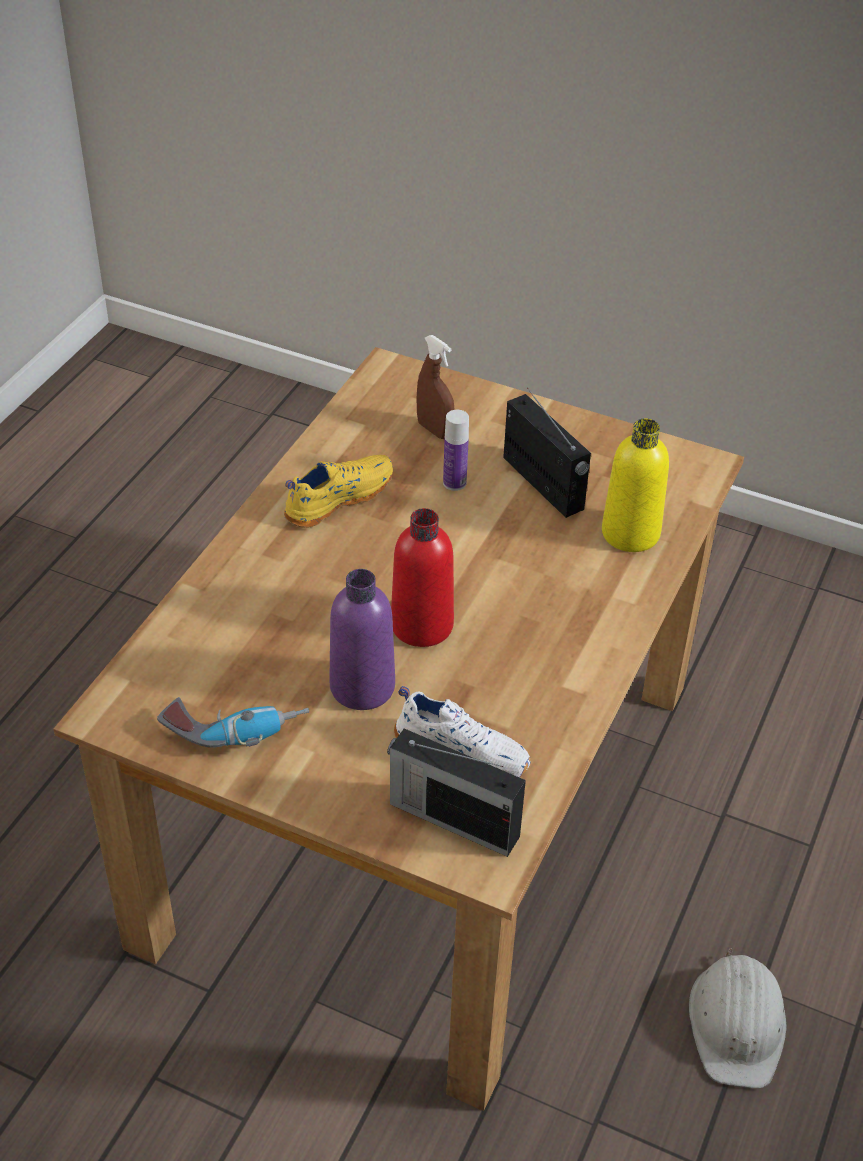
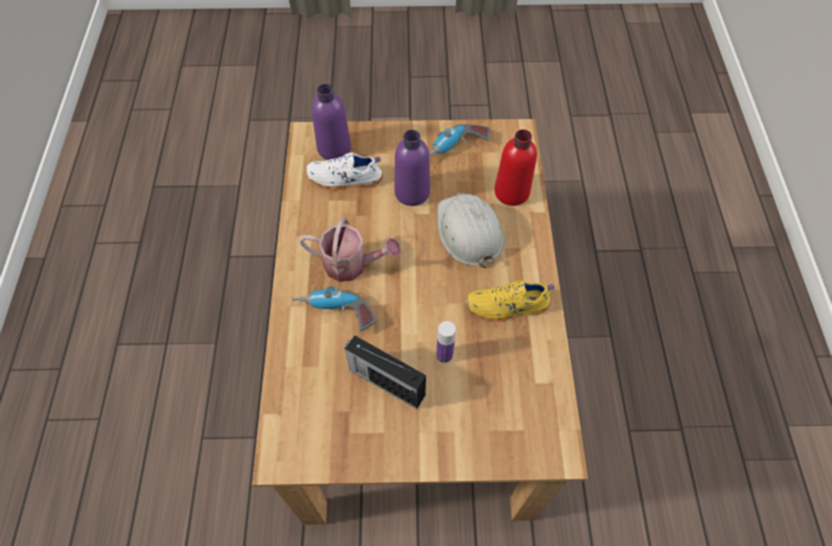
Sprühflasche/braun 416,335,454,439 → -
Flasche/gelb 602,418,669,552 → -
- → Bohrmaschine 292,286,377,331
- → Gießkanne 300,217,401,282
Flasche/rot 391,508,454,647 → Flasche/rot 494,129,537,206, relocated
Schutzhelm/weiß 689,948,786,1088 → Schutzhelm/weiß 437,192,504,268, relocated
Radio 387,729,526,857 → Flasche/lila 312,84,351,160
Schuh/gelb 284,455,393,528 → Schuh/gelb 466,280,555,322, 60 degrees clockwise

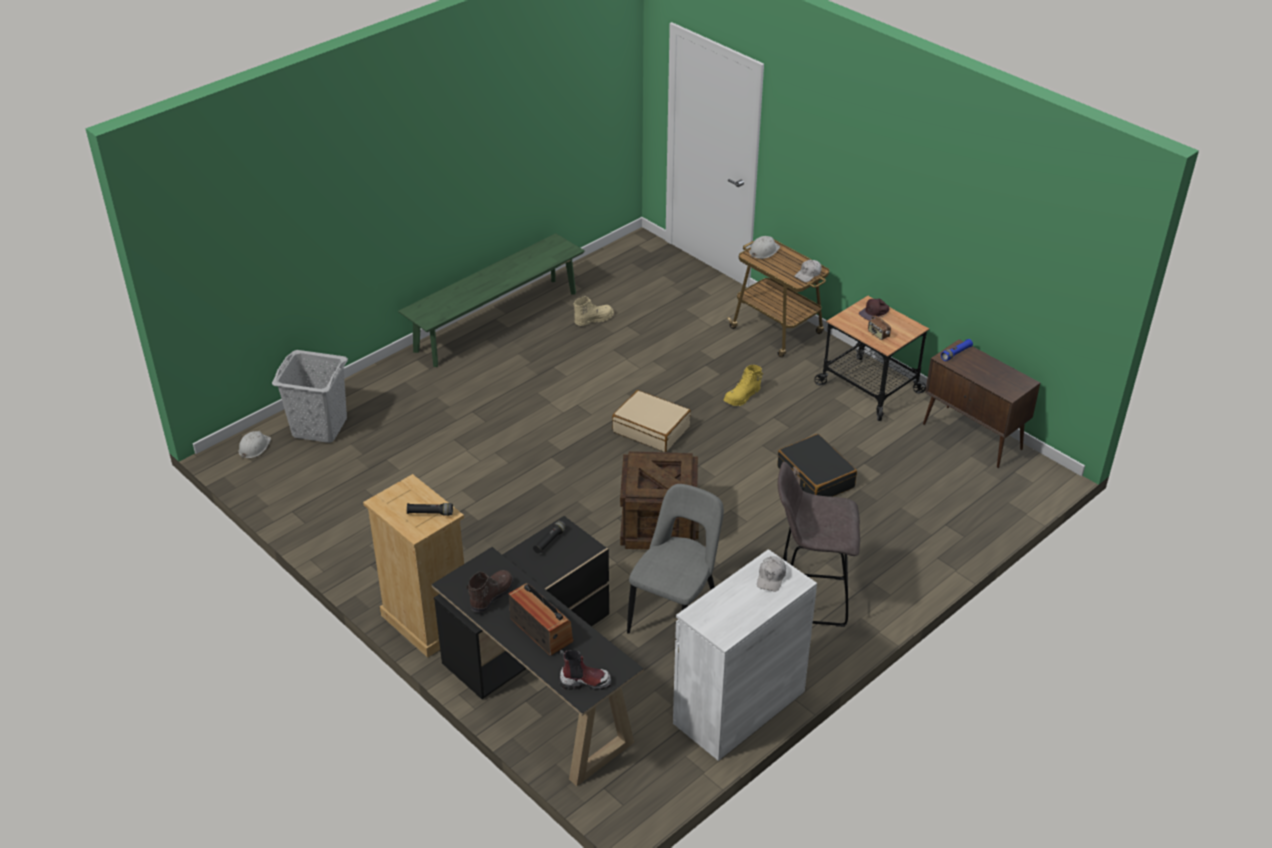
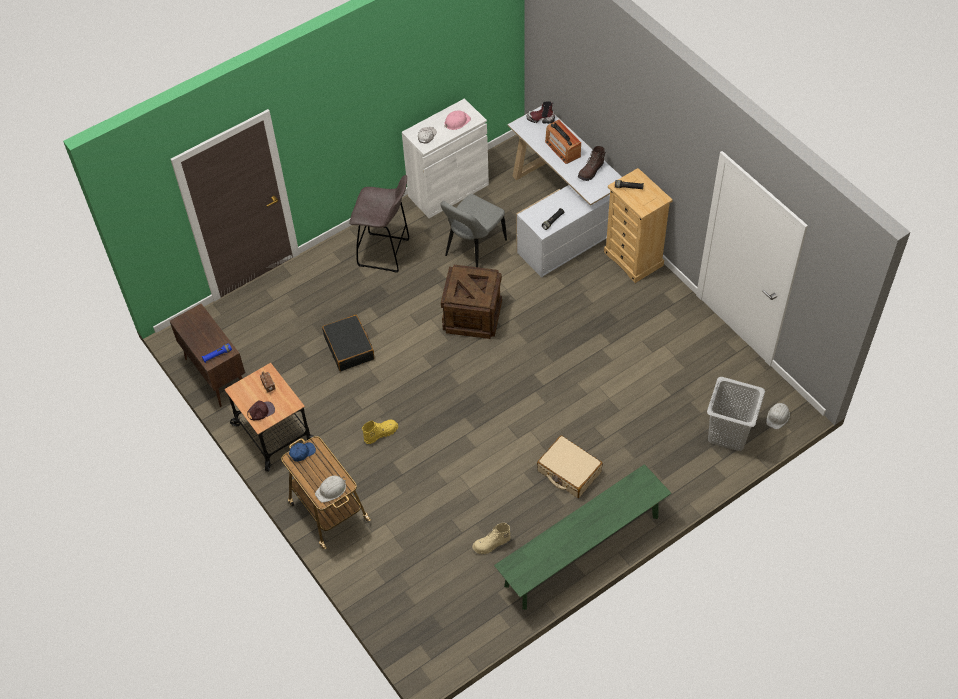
- → Schutzhelm/rosa 445,110,471,130
Koffer/beige 612,390,691,452 → Koffer/beige 537,435,603,498, relocated
Schreibtisch/schwarz 432,516,644,786 → Schreibtisch/weiß 508,106,622,278
Kappe/weiß 794,260,822,282 → Kappe/blau 289,442,316,462

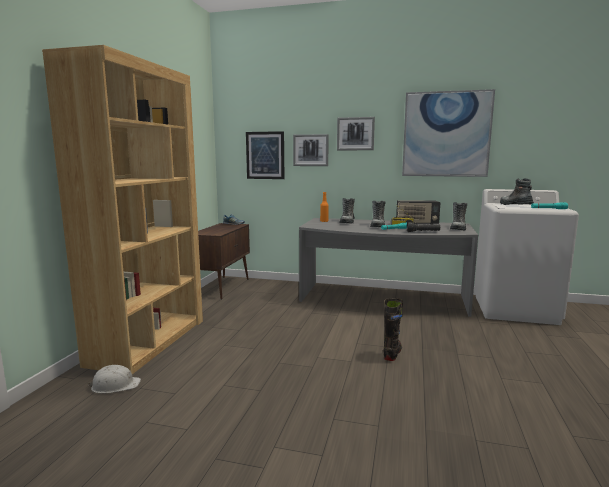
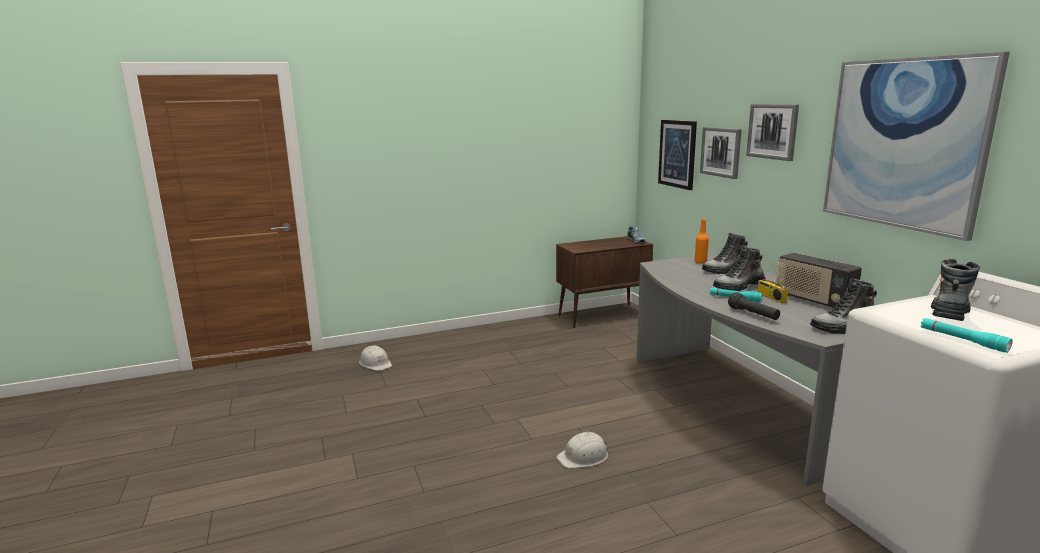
Bücherregal/braun 42,45,203,374 → -
Stiefel/schwarz 383,298,403,361 → Schutzhelm/weiß 556,432,608,468

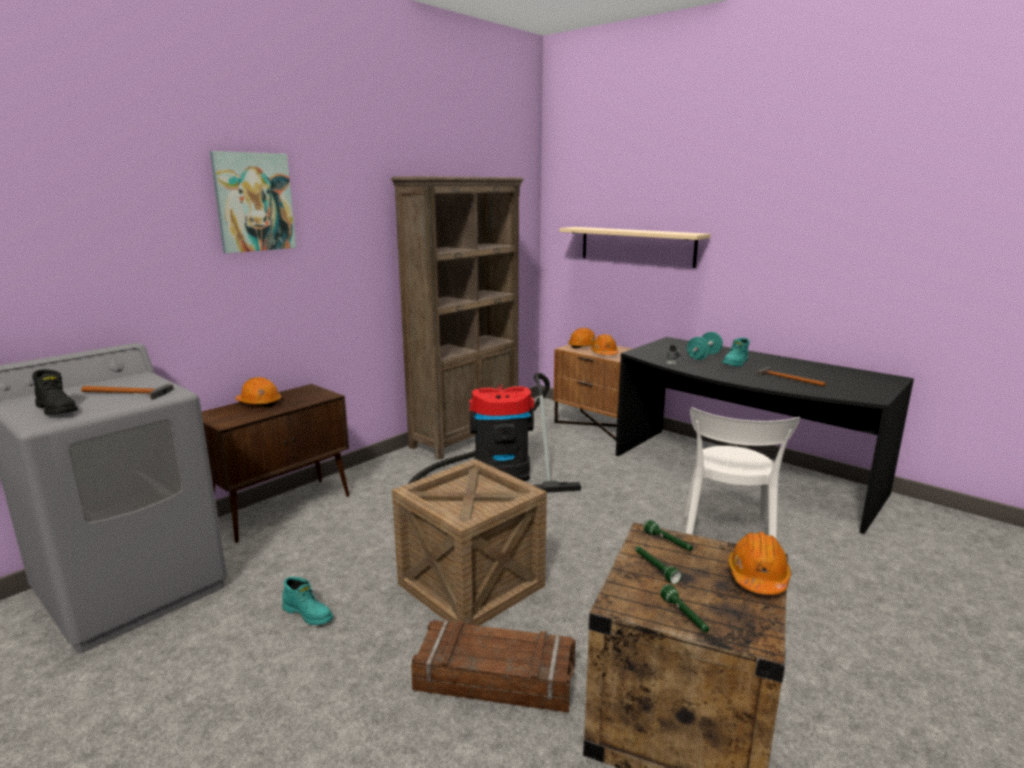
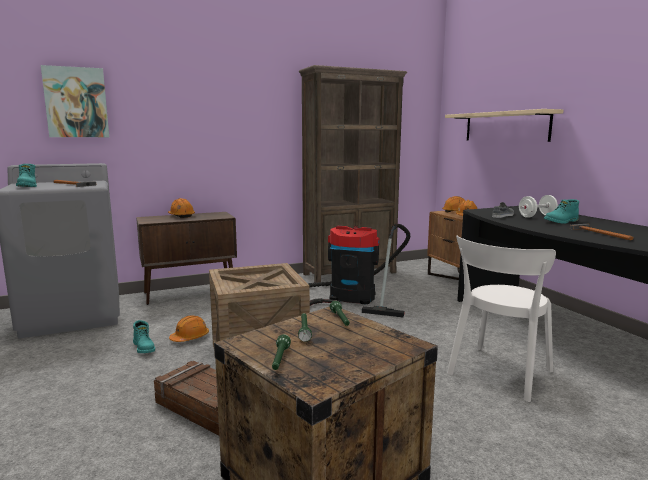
Bild 210,151,296,253 → Bild 41,65,109,137, relocated
Schutzhelm/orange 728,532,791,595 → Schutzhelm/orange 169,315,209,342, relocated
Stiefel/schwarz 32,369,78,415 → Stiefel/türkis 16,164,37,187
Hantel/türkis 687,332,723,360 → Hantel/weiß 519,195,558,218

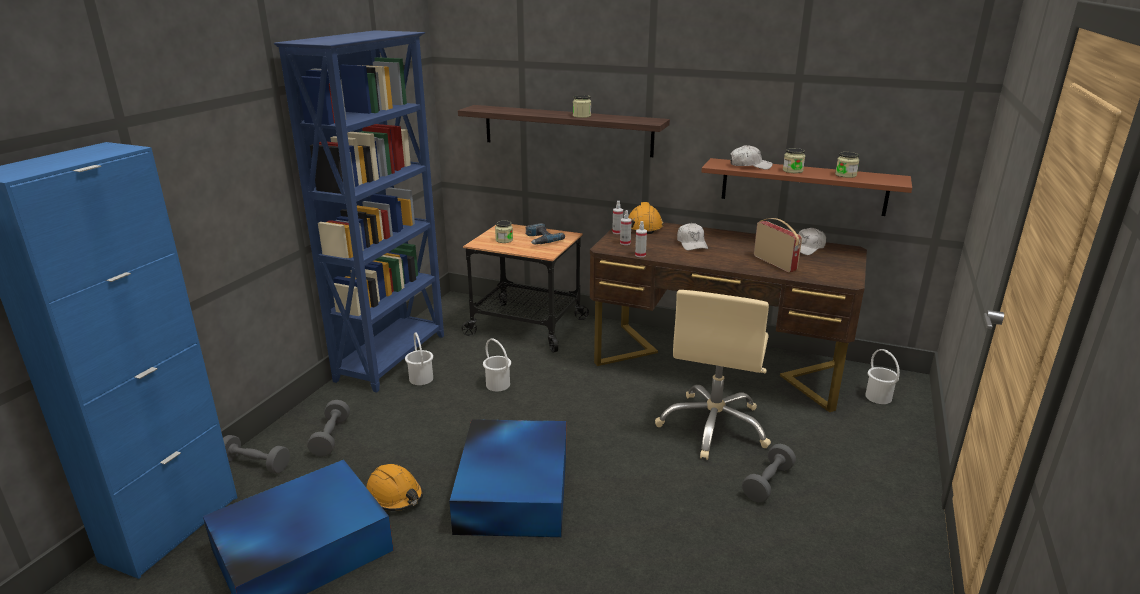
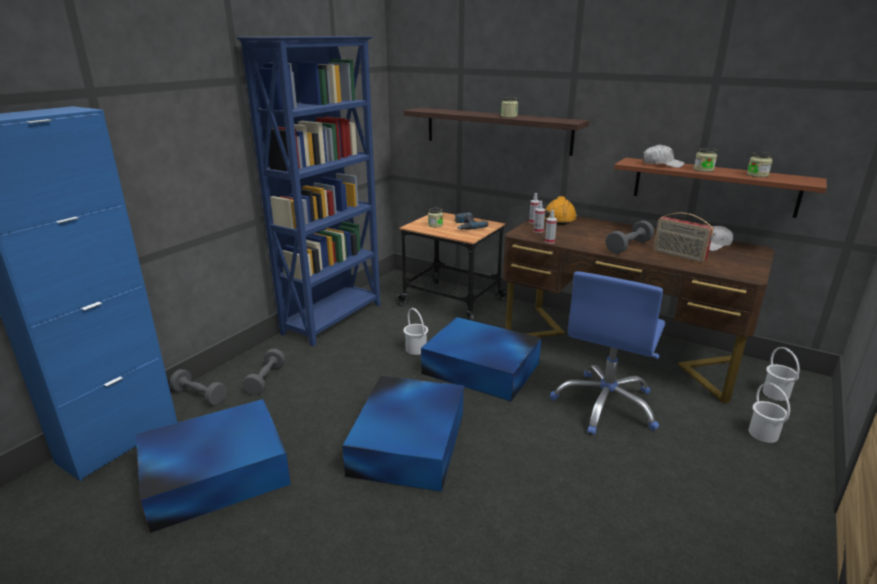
Schutzhelm/orange 366,464,423,511 → -
Kappe/weiß 677,223,708,250 → -
- → Aufbewahrungsbox/blau 421,317,541,401
Eimer/weiß 405,332,433,385 → Eimer/weiß 749,383,790,443, relocated
Hantel/grau 742,444,796,503 → Hantel/grau 606,221,654,254, relocated
Bürostuhl/beige 655,290,771,460 → Bürostuhl/blau 550,271,665,435
Radio 754,218,802,272 → Radio 653,213,714,263, 150 degrees clockwise

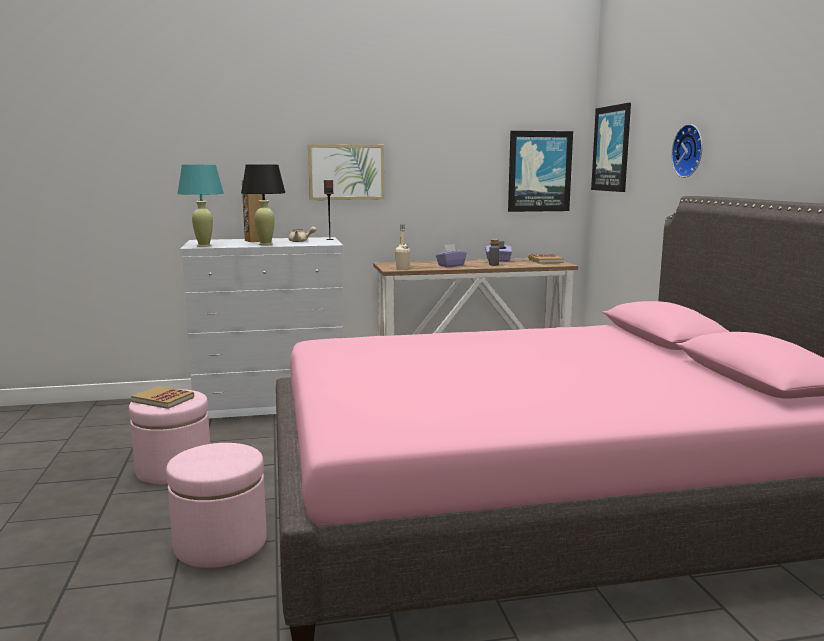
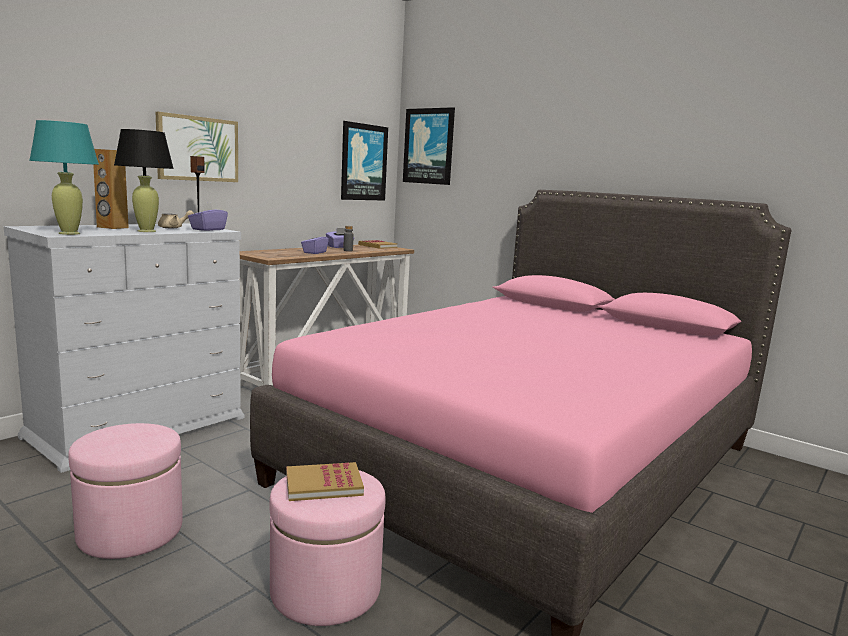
Flasche/beige 395,225,410,270 → -
Wanduhr 671,124,702,178 → -
- → Taschentuchbox/lila 188,203,228,231
Buch 131,386,194,409 → Buch 286,462,364,501, relocated

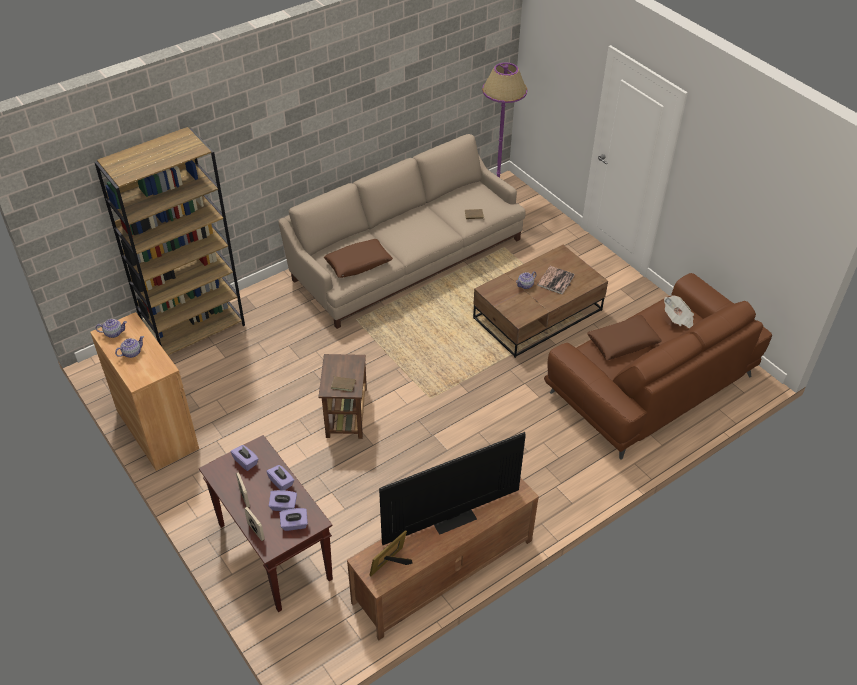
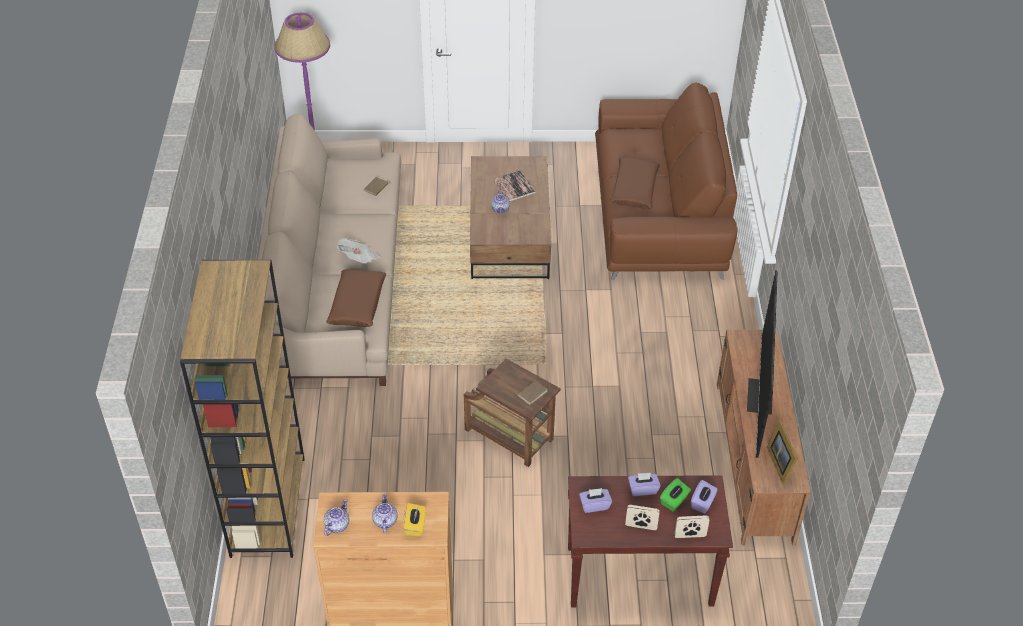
- → Taschentuchbox/gelb 403,503,426,536
Zeitung 664,295,694,328 → Zeitung 336,238,380,264, relocated
Taschentuchbox/lila 269,490,297,511 → Taschentuchbox/grün 660,478,691,511

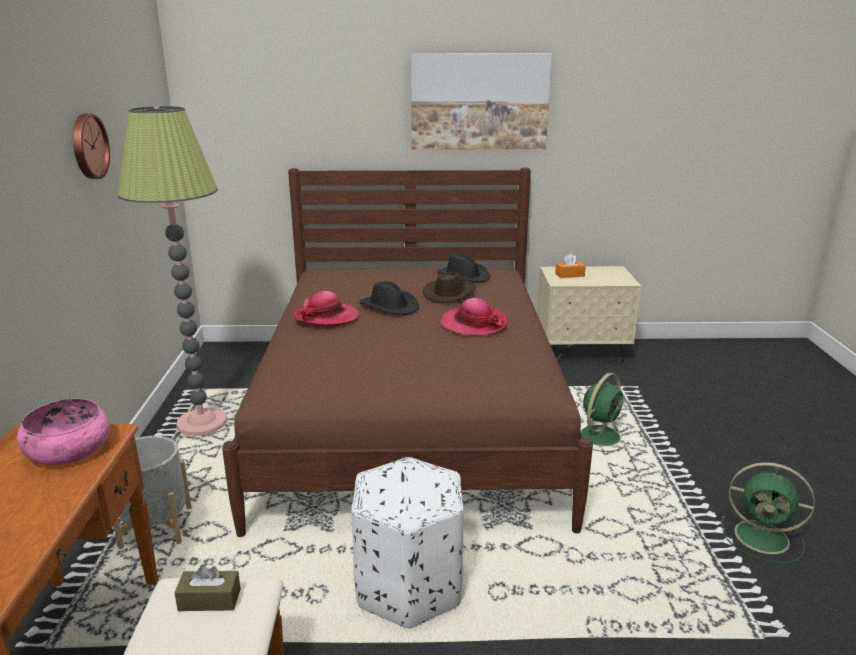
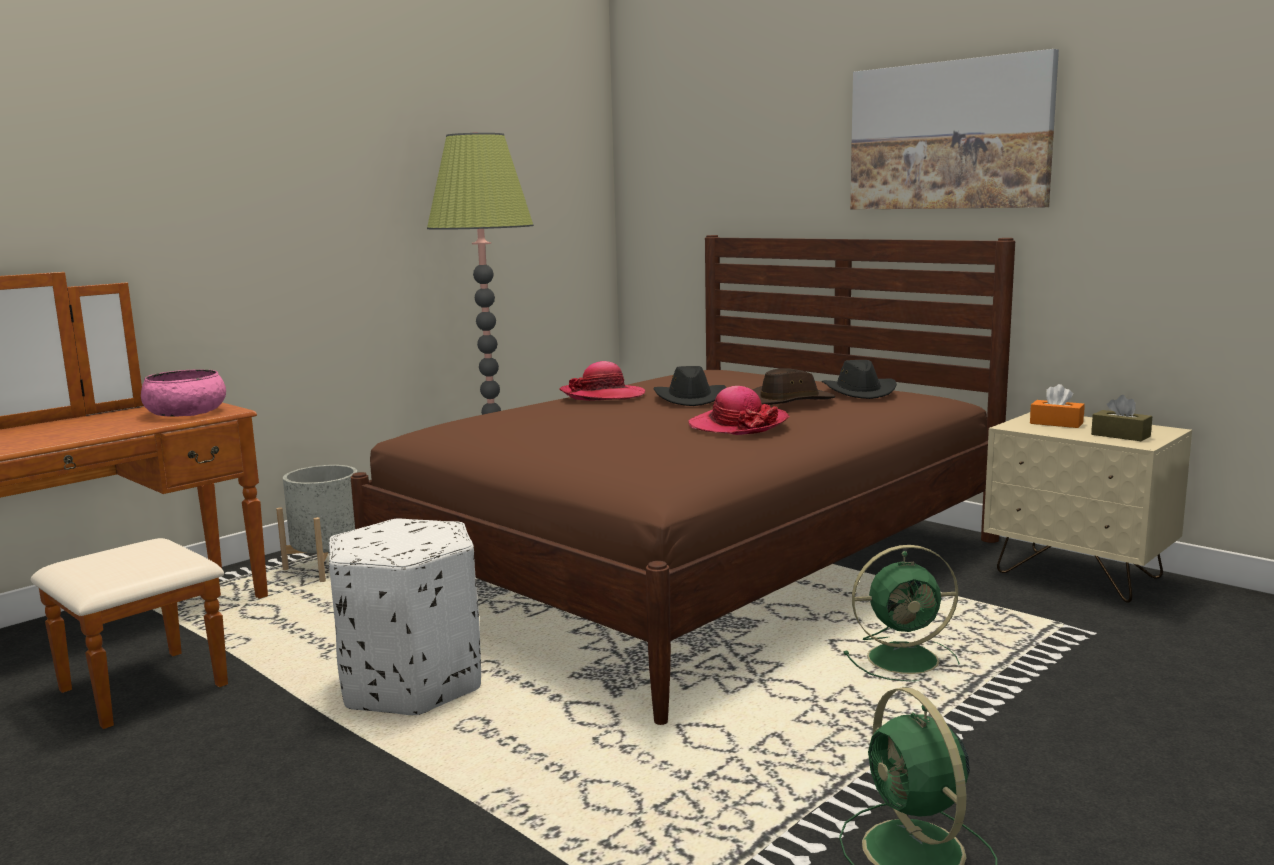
Wanduhr 73,114,110,179 → -
Taschentuchbox/braun 174,564,241,611 → Taschentuchbox/braun 1091,395,1152,441, relocated

